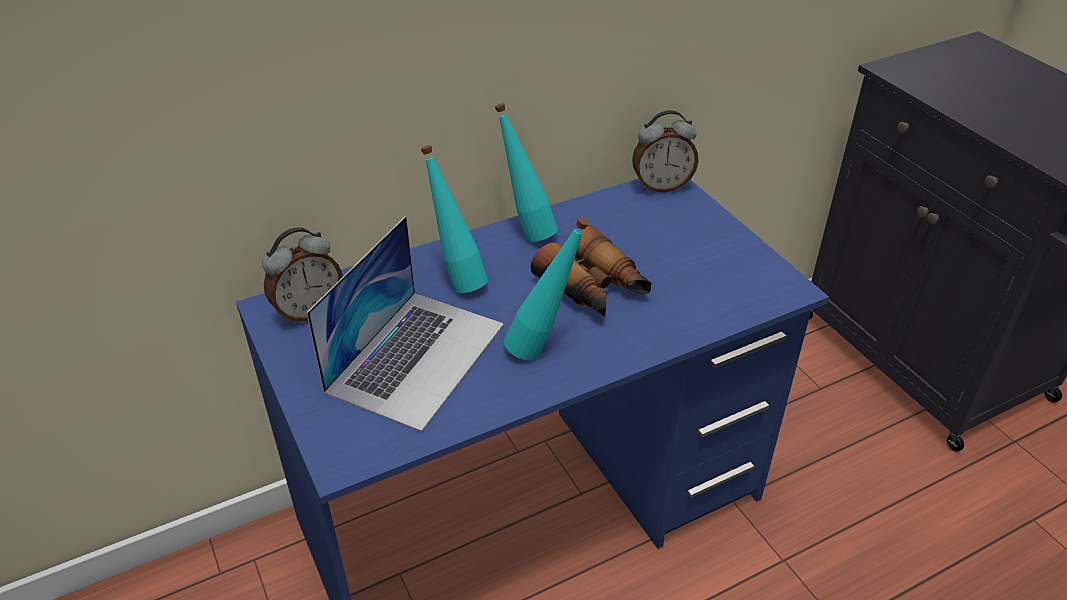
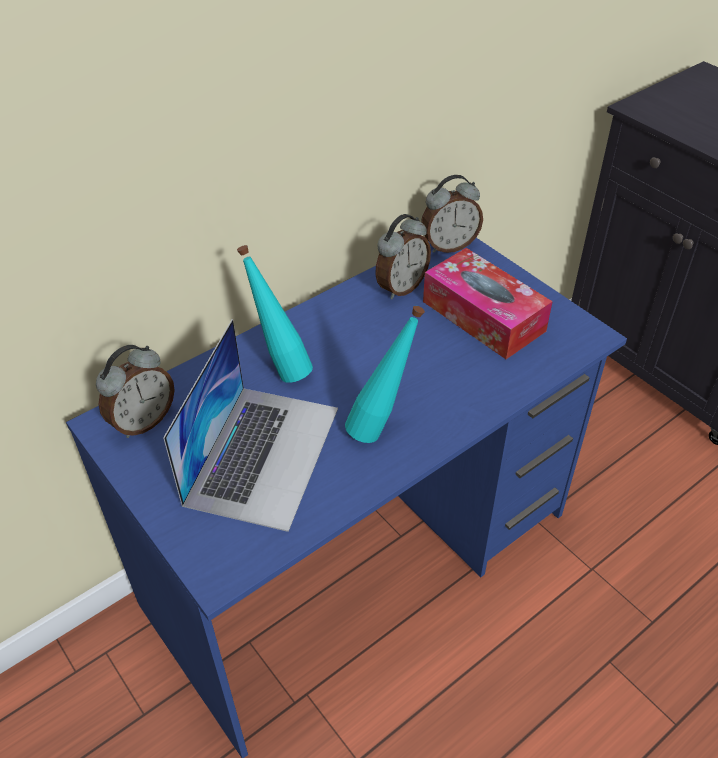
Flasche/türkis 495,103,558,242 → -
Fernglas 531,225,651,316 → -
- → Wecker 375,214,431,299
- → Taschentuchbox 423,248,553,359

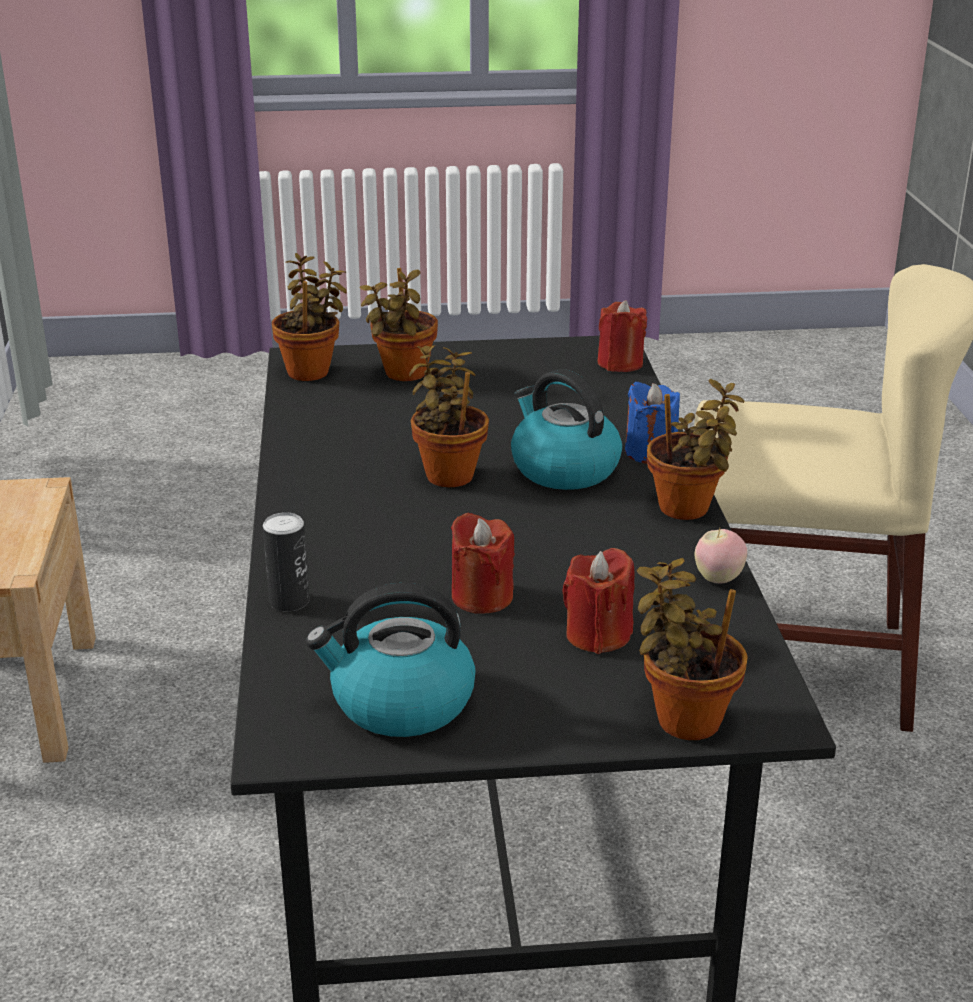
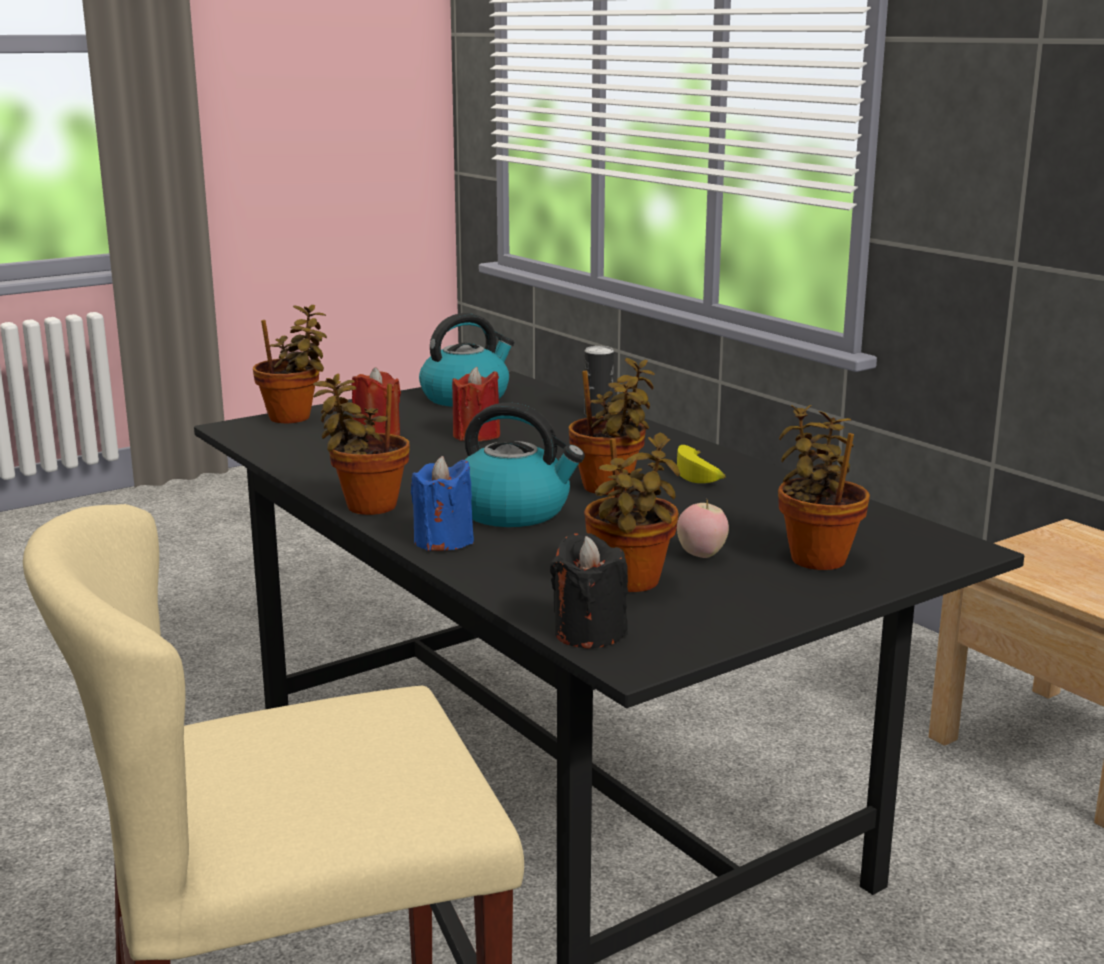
- → Banane 677,445,726,483
Topfpflanze 272,253,347,381 → Topfpflanze 584,432,680,592, relocated
Apfel 694,528,747,584 → Apfel 677,500,729,558, relocated
Kerze/rot 597,300,647,372 → Kerze/schwarz 550,533,628,649

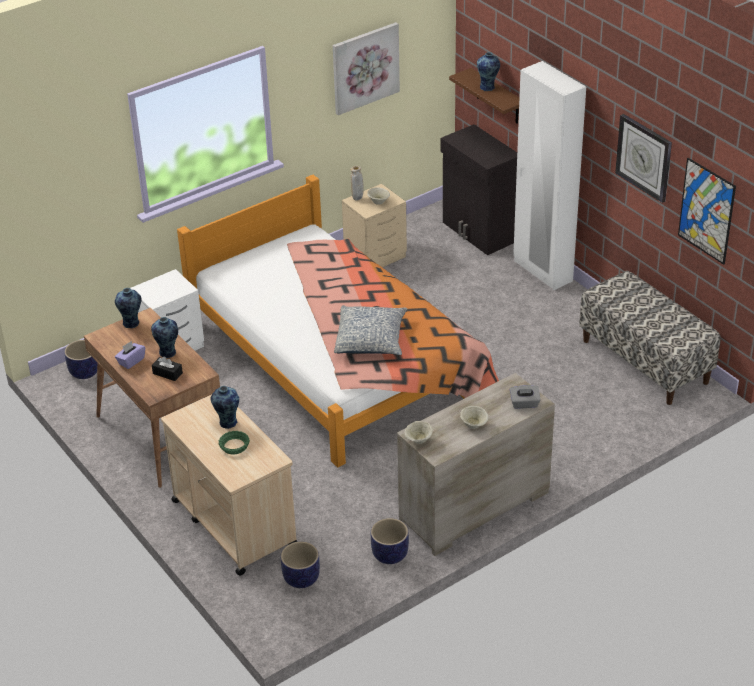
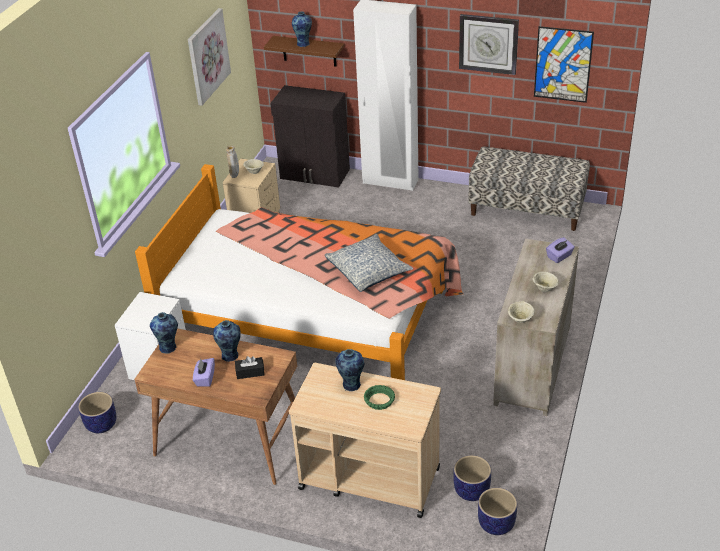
Pflanzkübel 371,518,409,564 → Pflanzkübel 478,488,517,535, relocated
Taschentuchbox/grau 510,385,541,409 → Taschentuchbox/lila 546,237,575,263

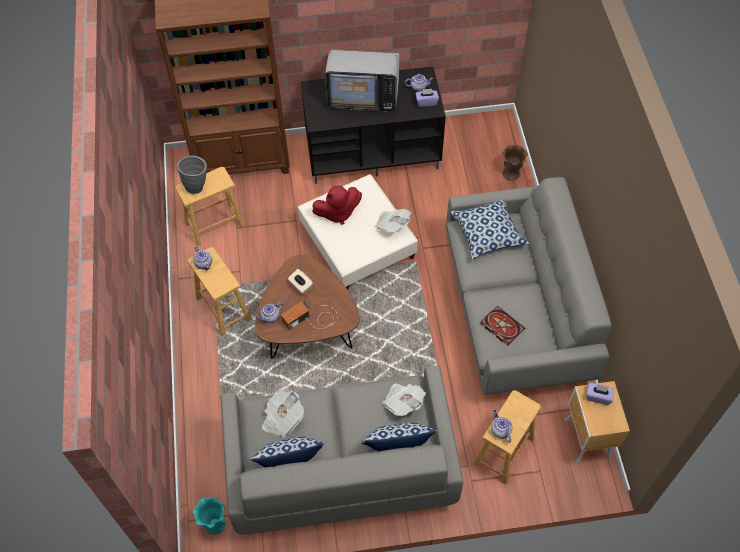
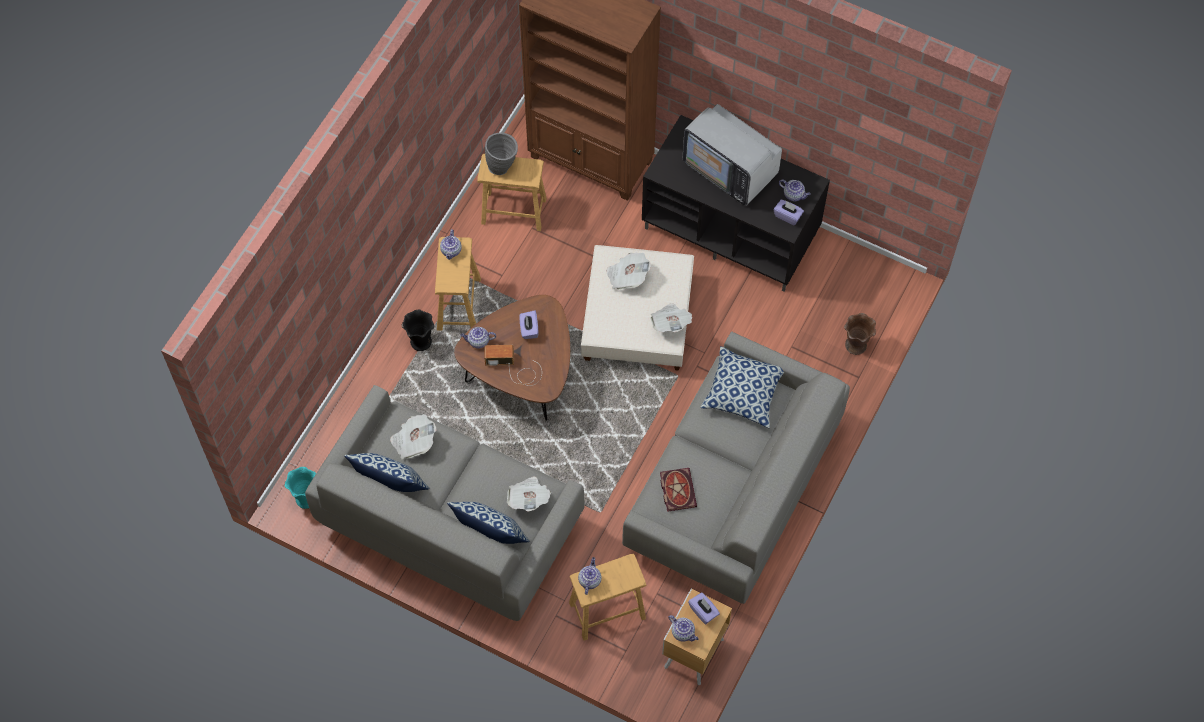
- → Vase/schwarz 402,309,434,351
- → Teekanne 669,615,699,642
Plüschtier/rot 312,186,362,225 → Zeitung 606,253,651,290
Taschentuchbox/beige 288,269,313,295 → Taschentuchbox/lila 520,310,538,339

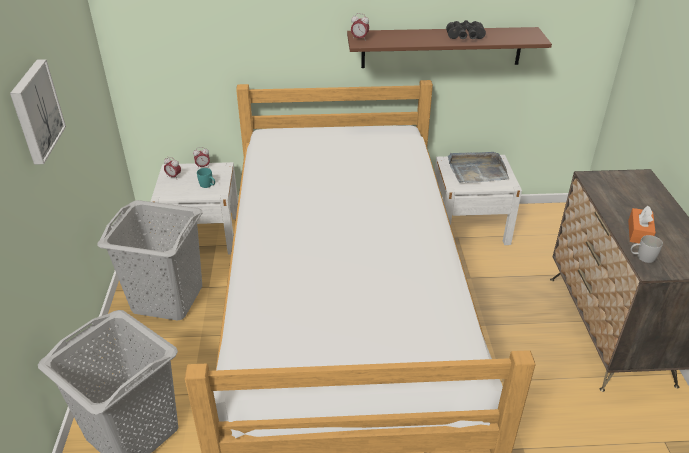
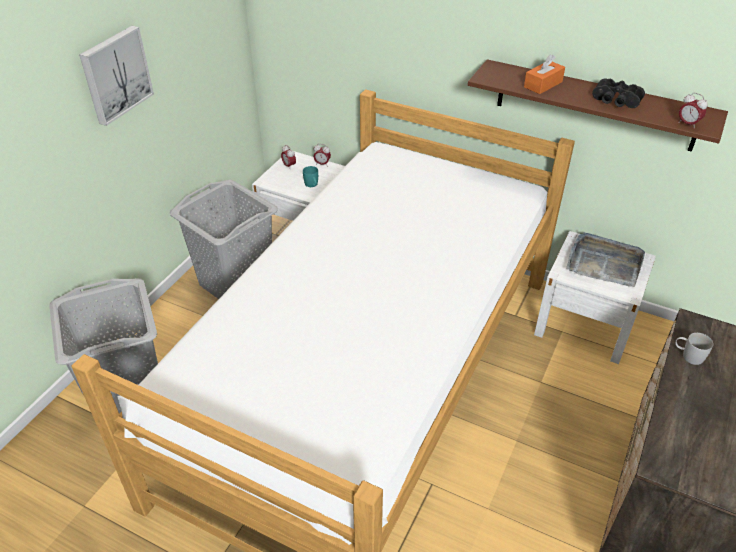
Wecker 351,13,369,41 → Wecker 678,93,708,129, relocated
Taschentuchbox/orange 628,206,656,244 → Taschentuchbox/orange 524,55,565,94, relocated
Henkelbecher/weiß 631,235,663,263 → Henkelbecher/weiß 675,333,713,365, relocated

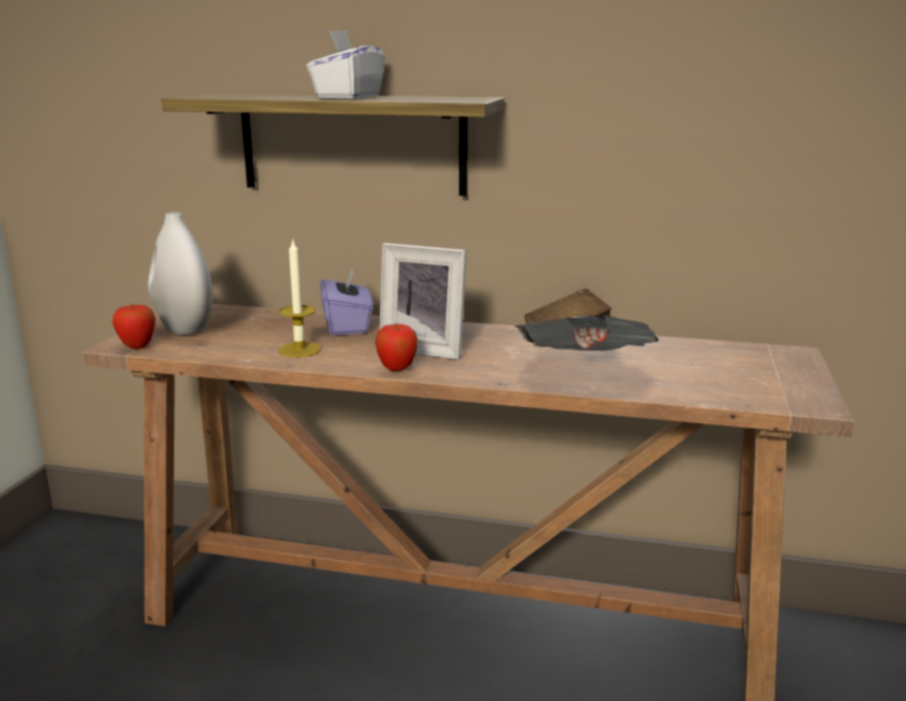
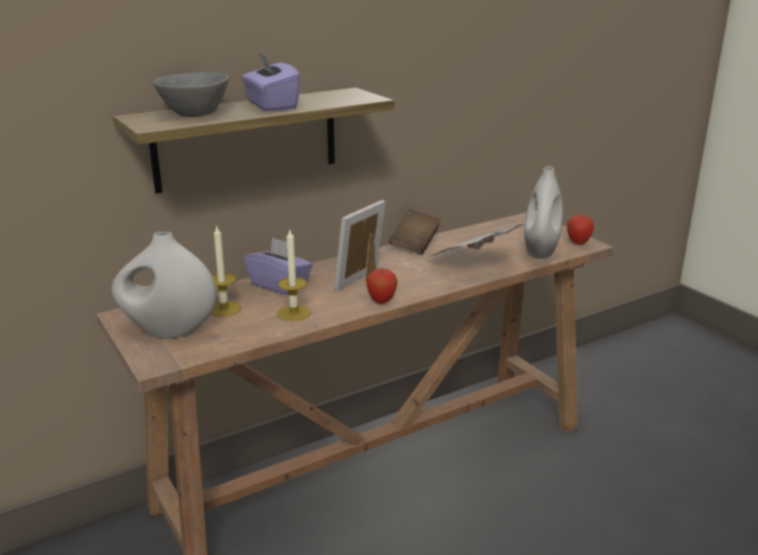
- → Schüssel/grau 153,72,229,117
- → Kerze 211,225,241,317
- → Vase/weiß 524,166,563,259
Apfel 112,303,156,349 → Apfel 567,215,594,245, relocated
Taschentuchbox/weiß 307,30,385,99 → Taschentuchbox/lila 241,53,301,112
Bilderrahmen 379,243,467,360 → Bilderrahmen 334,200,386,291, 150 degrees clockwise

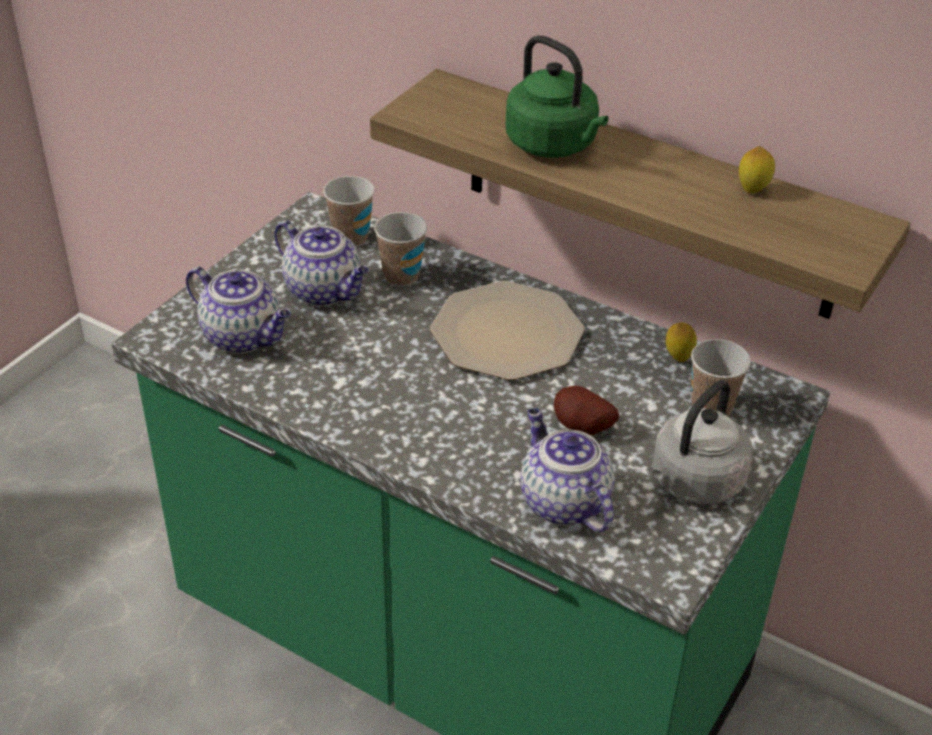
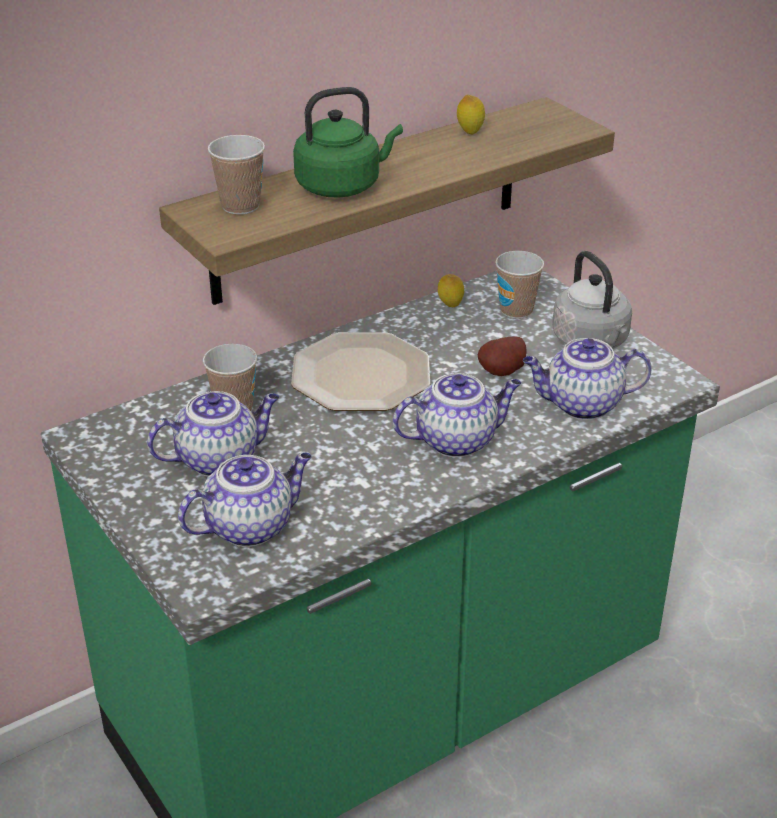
- → Teekanne 393,373,521,458
Tasse 323,176,374,247 → Tasse 208,135,265,215, relocated

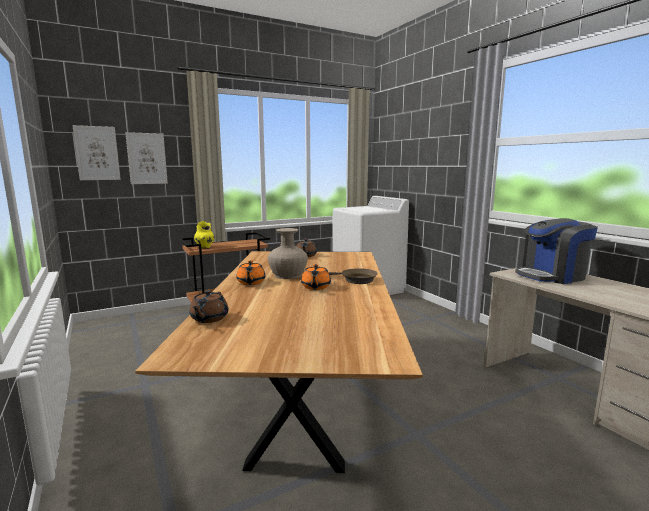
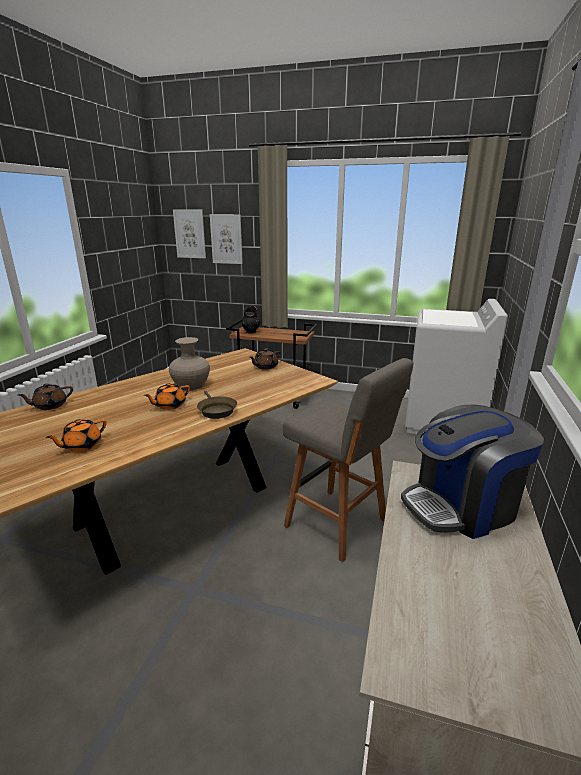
- → Hocker/grau 283,358,413,562
Teekanne/orange 236,260,265,285 → Teekanne/orange 46,419,106,452, relocated
Vase/gelb 194,221,215,248 → Vase/schwarz 241,306,260,334
Kaffeemaschine 515,218,598,284 → Kaffeemaschine 401,405,544,539, 45 degrees counterclockwise

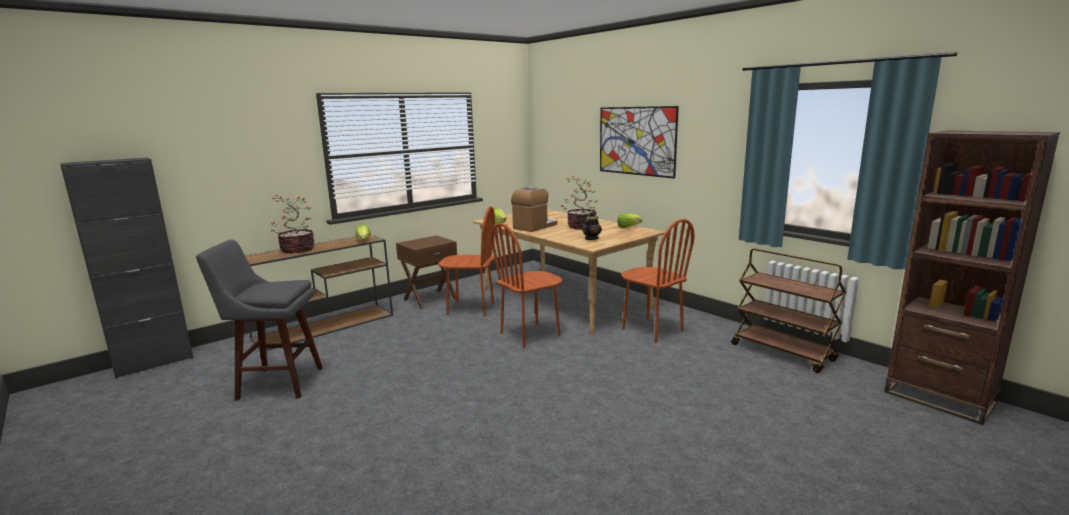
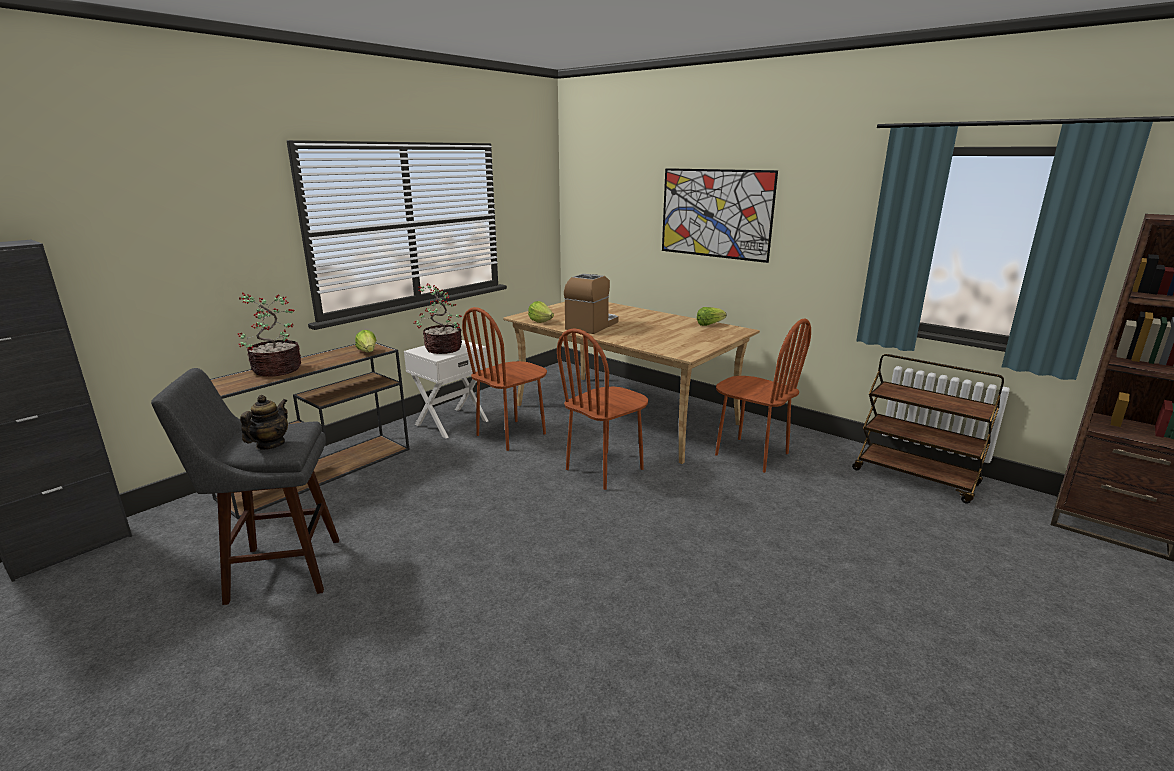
Topfpflanze 561,176,598,230 → Topfpflanze 414,283,462,354, relocated
Teekanne 582,212,602,240 → Teekanne 240,395,288,450, relocated
Nachttisch/braun 396,235,457,309 → Nachttisch/weiß 404,340,488,438
Stuhl/braun 438,206,495,317 → Stuhl/braun 462,307,547,451, 135 degrees clockwise

